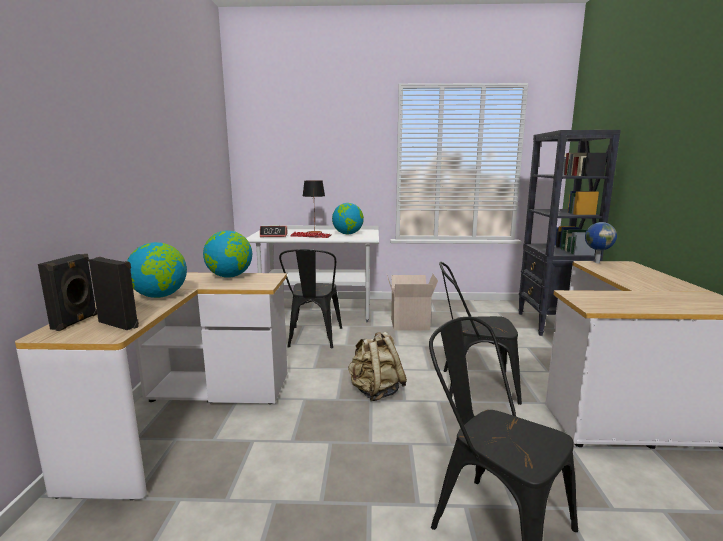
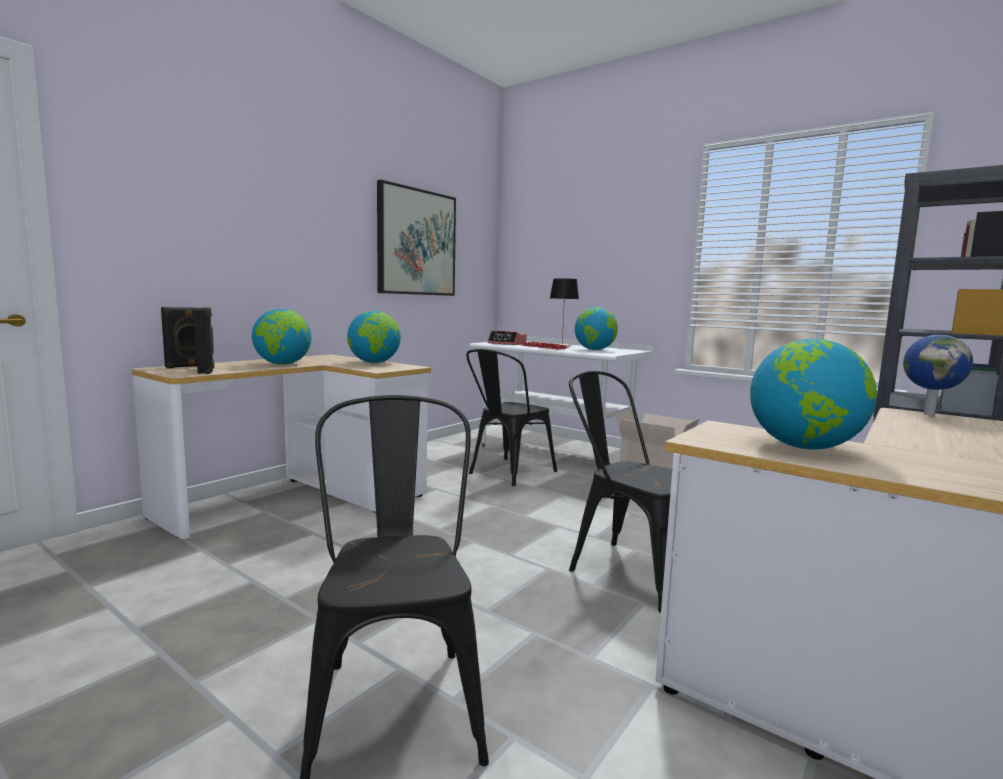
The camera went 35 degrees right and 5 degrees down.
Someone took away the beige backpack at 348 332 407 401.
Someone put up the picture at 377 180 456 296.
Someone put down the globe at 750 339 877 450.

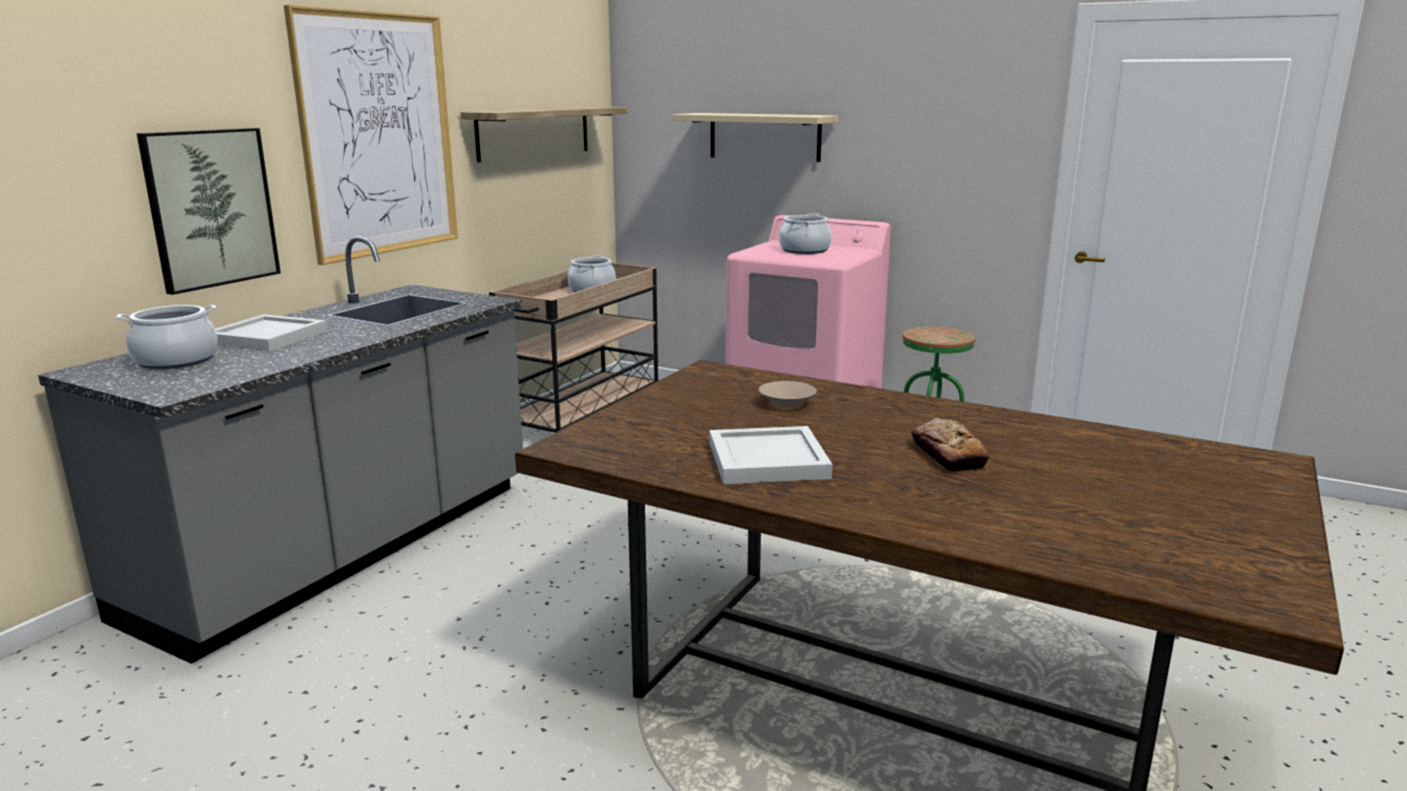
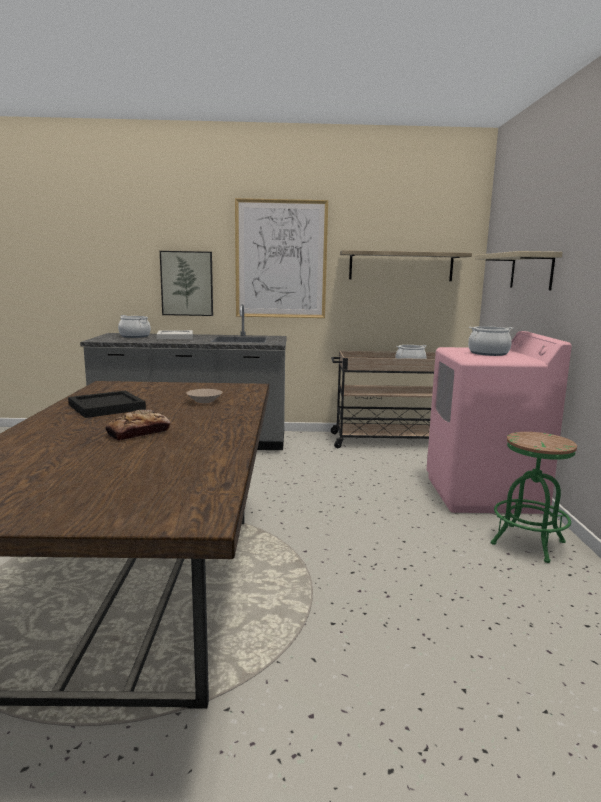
The camera went 60 degrees right and 5 degrees down.
Someone repainted the white tray at 710 426 832 484, which became the black tray at 68 391 146 418.

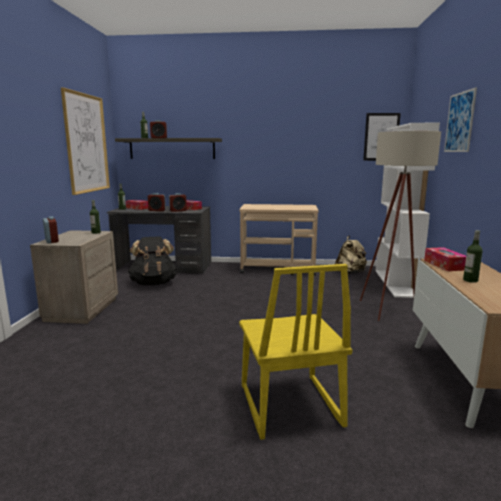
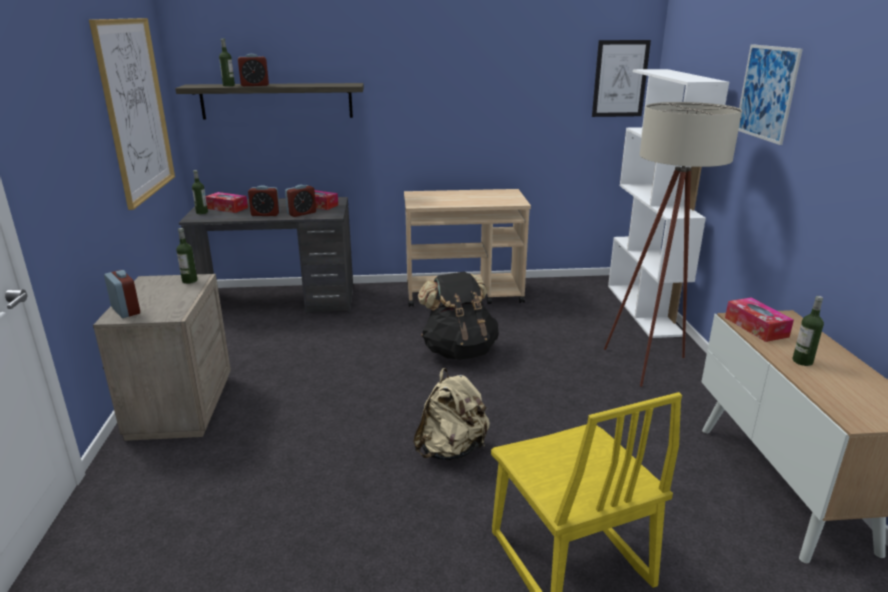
The camera went 10 degrees left and 10 degrees up.
Someone carried the black backpack from 128 237 177 285 to 418 272 499 360.
Someone carried the beige backpack from 335 235 367 274 to 413 368 490 460.

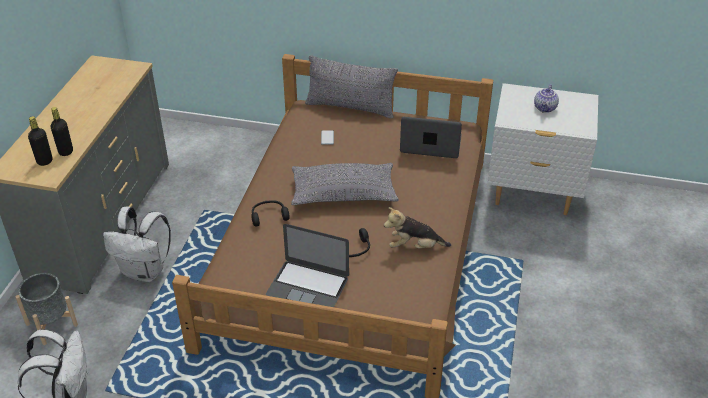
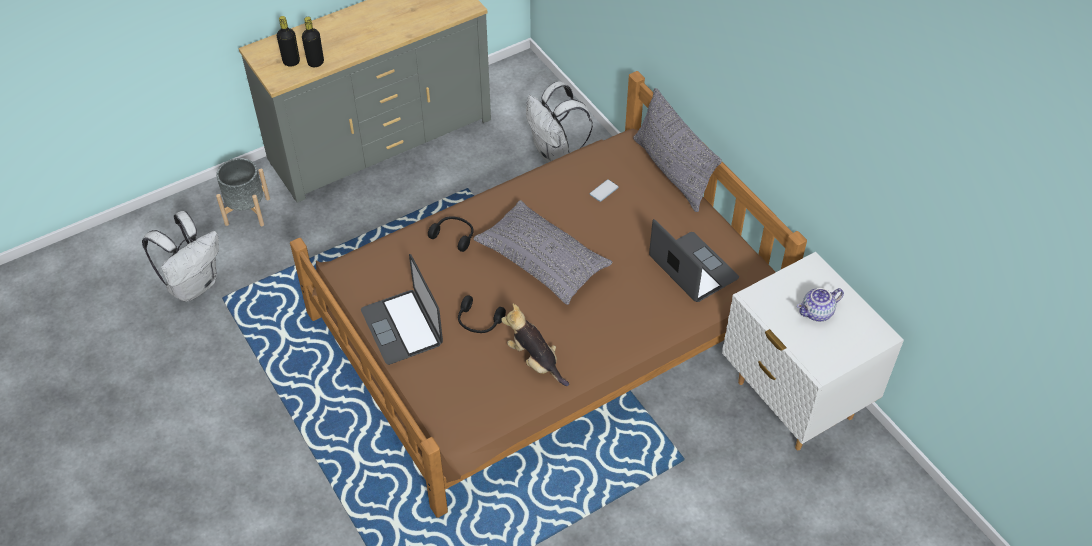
The camera went 45 degrees right and 10 degrees up.
Someone carried the white backpack from 103 207 171 282 to 526 81 593 163.

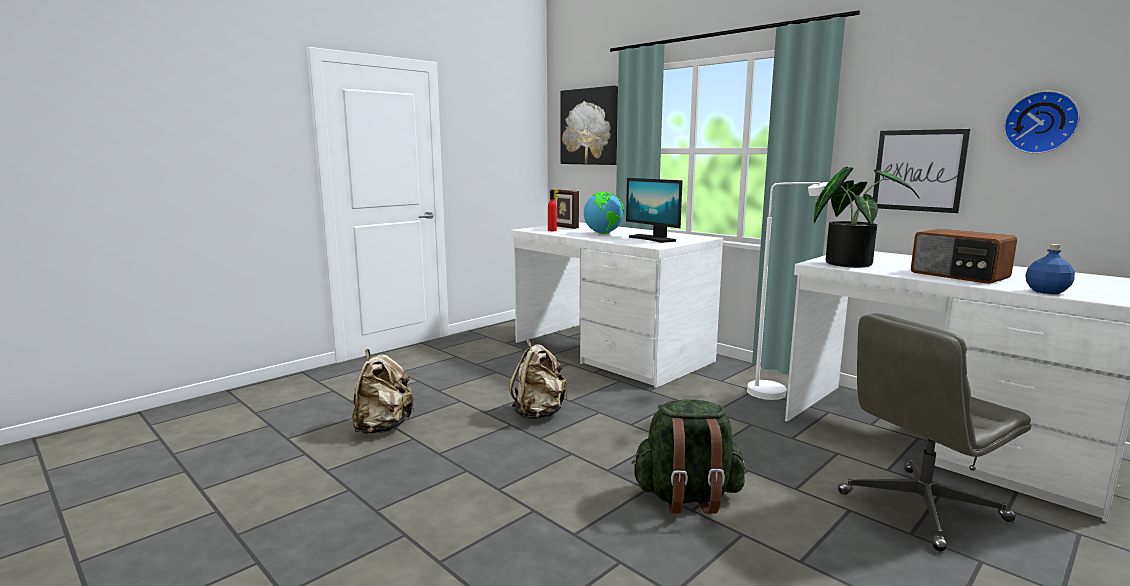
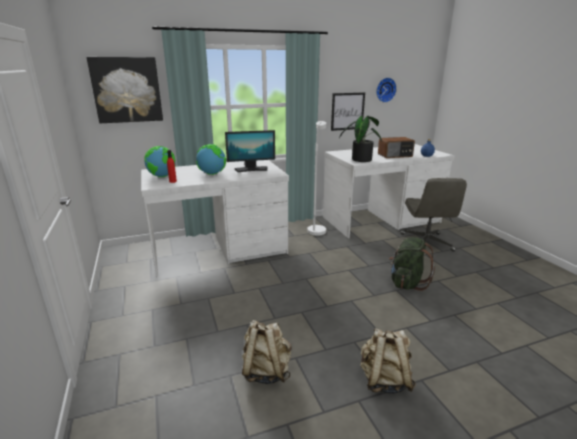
The camera went 65 degrees left and 10 degrees up.
Someone carried the beige backpack from 509 339 568 419 to 361 328 416 394.
Someone swapped the picture frame at 553 189 579 229 for the globe at 144 146 176 177.

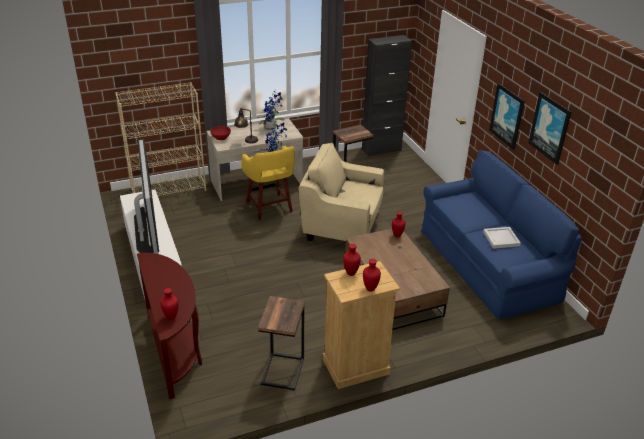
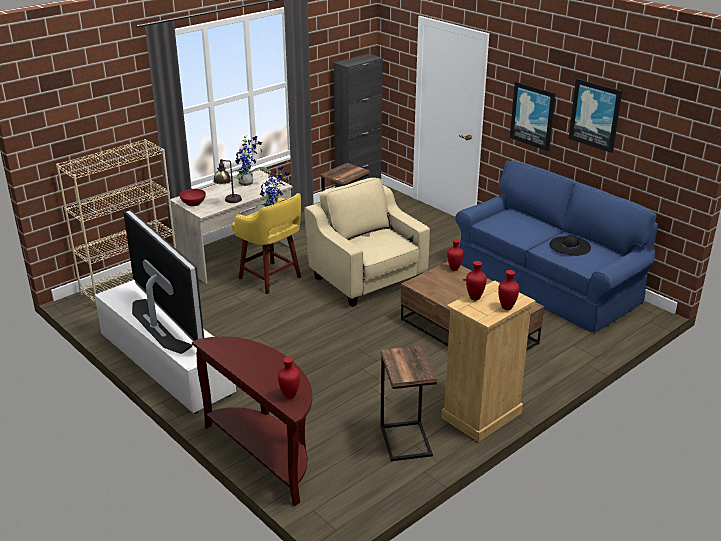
The camera went 20 degrees left and 5 degrees down.
Someone rotated the beige armchair at 299 143 384 241 by 60 degrees clockwise.
Someone swapped the white tray at 483 227 521 249 for the black hat at 550 235 591 256.

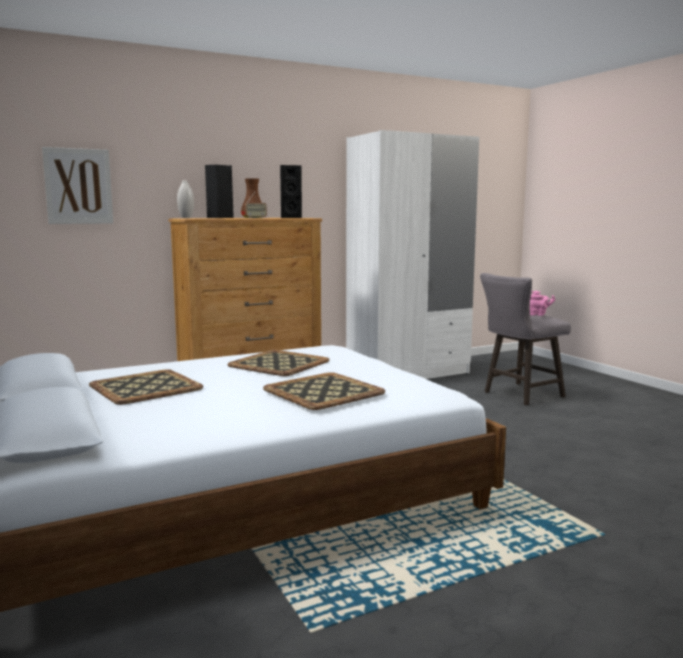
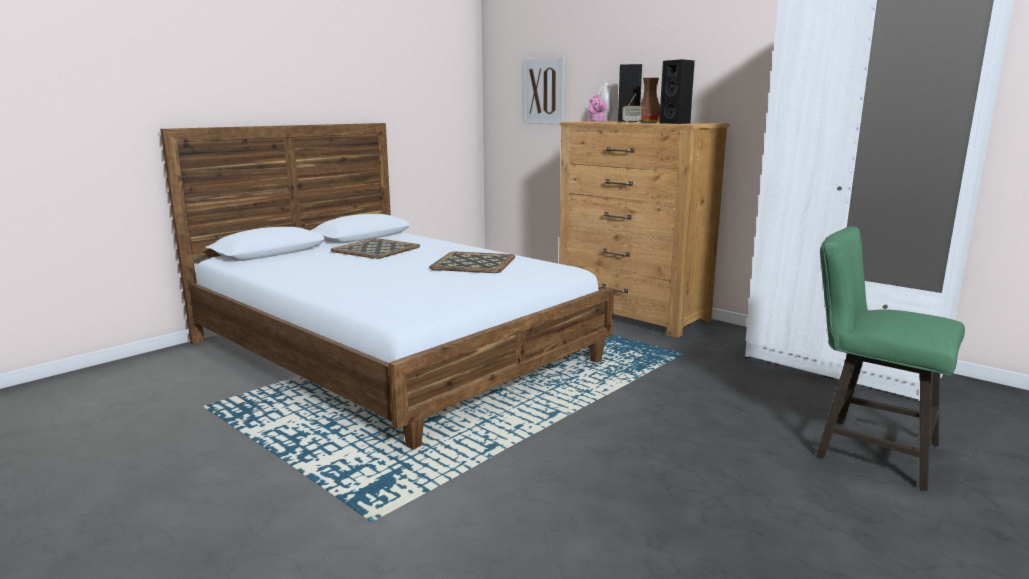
The camera went 70 degrees right and 5 degrees up.
Someone took away the tray at 263 372 385 410.
Someone repainted the grey stool at 480 273 571 405, which became the green stool at 817 226 965 491.
Someone carried the pink teapot from 530 291 555 316 to 589 94 607 122.

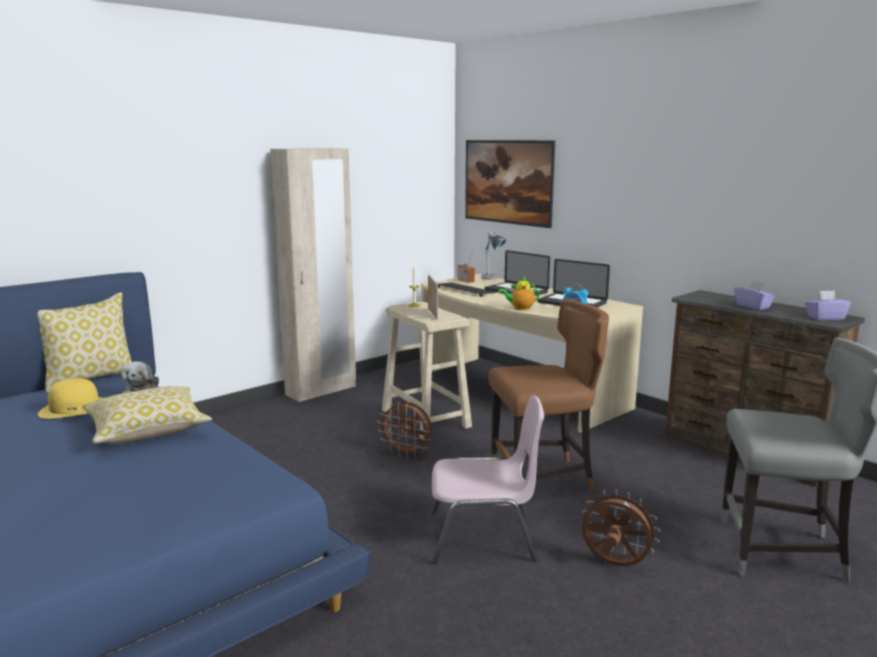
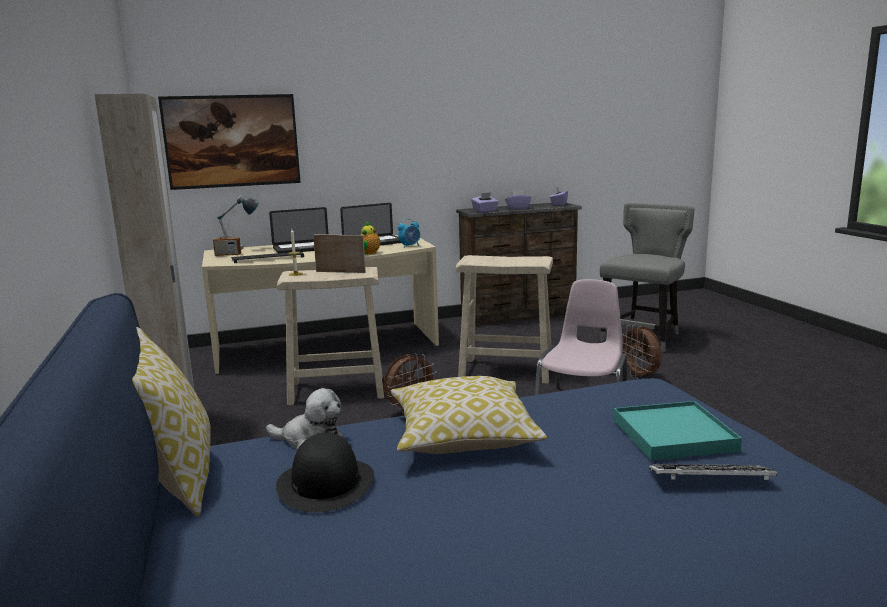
The camera went 65 degrees left and 0 degrees up.
Someone repainted the yellow hat at 38 378 102 419, which became the black hat at 276 432 374 513.
Someone swapped the brown chair at 488 299 609 491 for the beige stool at 456 255 553 384.
Someone rotated the brown fan at 581 489 660 566 by 75 degrees counterclockwise.
Someone put down the purple tissue box at 471 192 499 212.
Someone put down the turquoise tray at 614 401 742 461.
Someone put down the keyboard at 649 464 778 480.

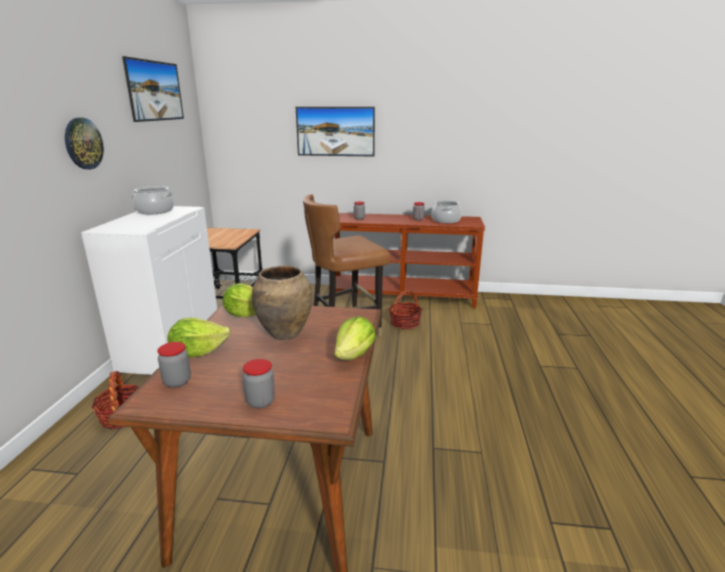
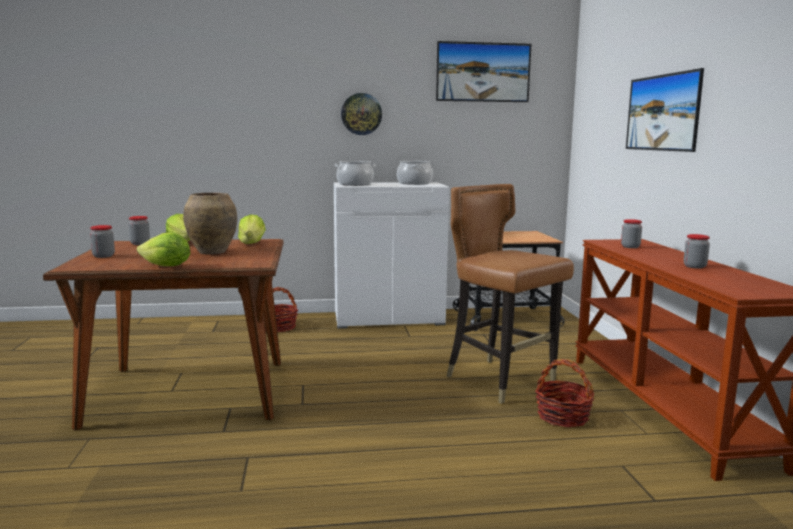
The camera went 75 degrees right and 10 degrees down.
Someone carried the cooking pot from 431 200 462 223 to 334 161 376 186.

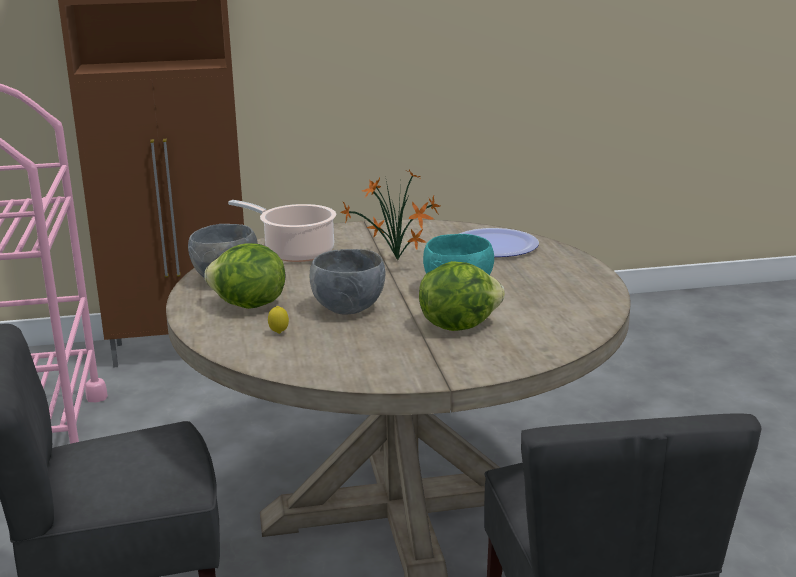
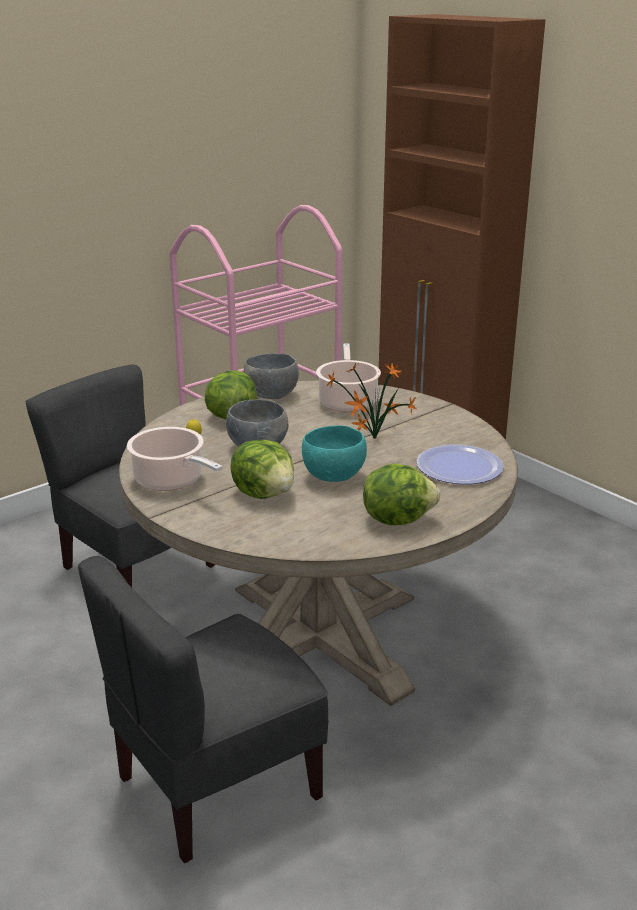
The camera went 60 degrees right and 5 degrees up.
Someone put down the cooking pot at 127 427 222 491.
Someone put down the lettuce at 363 463 440 525.

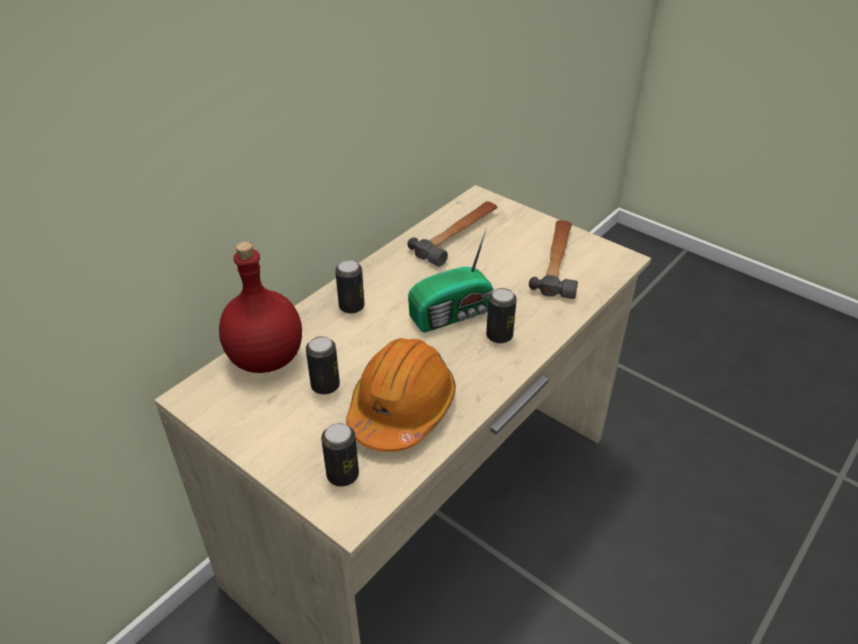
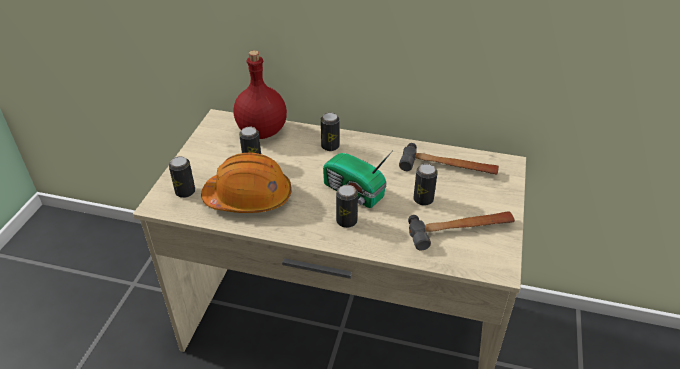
The camera went 65 degrees right and 0 degrees up.
Someone put down the can at 413 164 438 206.

